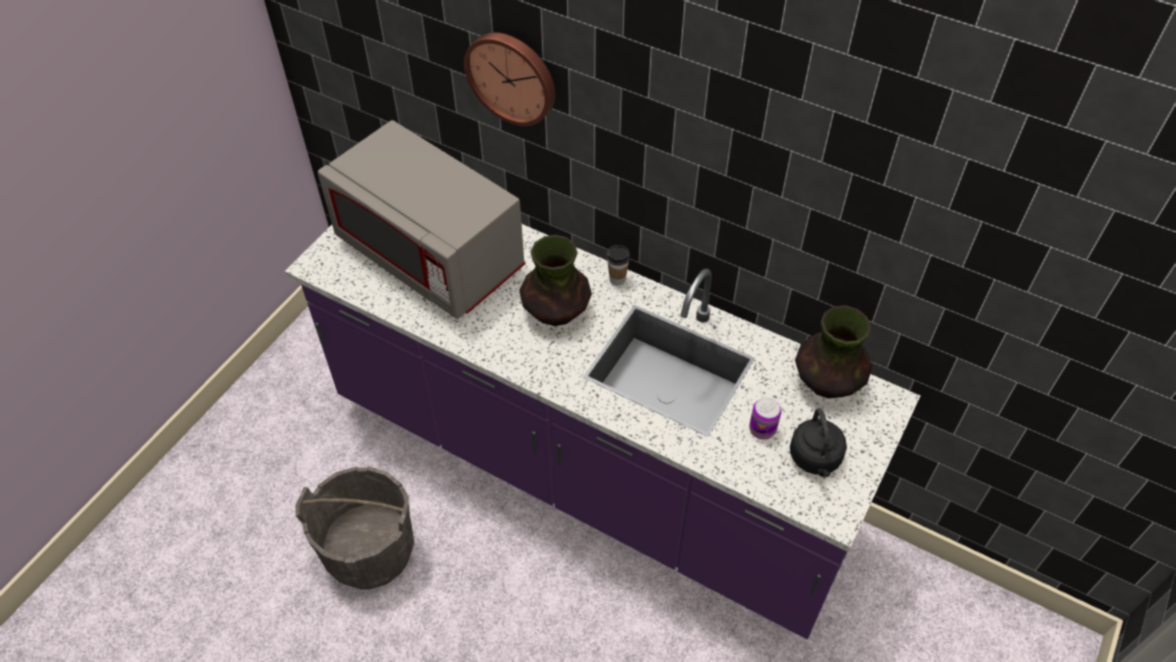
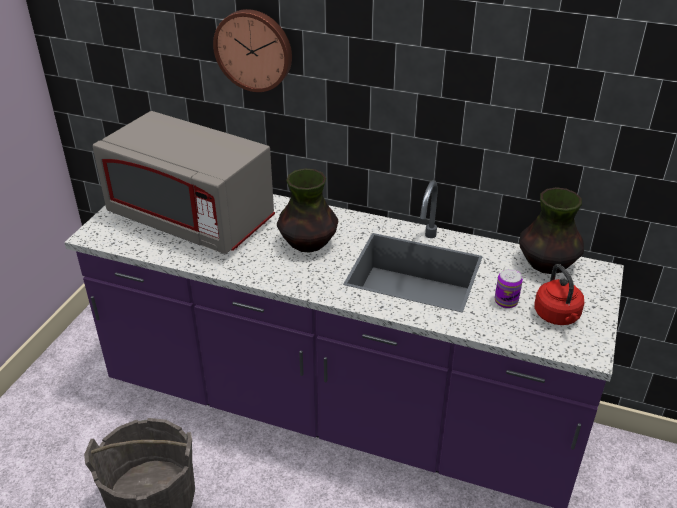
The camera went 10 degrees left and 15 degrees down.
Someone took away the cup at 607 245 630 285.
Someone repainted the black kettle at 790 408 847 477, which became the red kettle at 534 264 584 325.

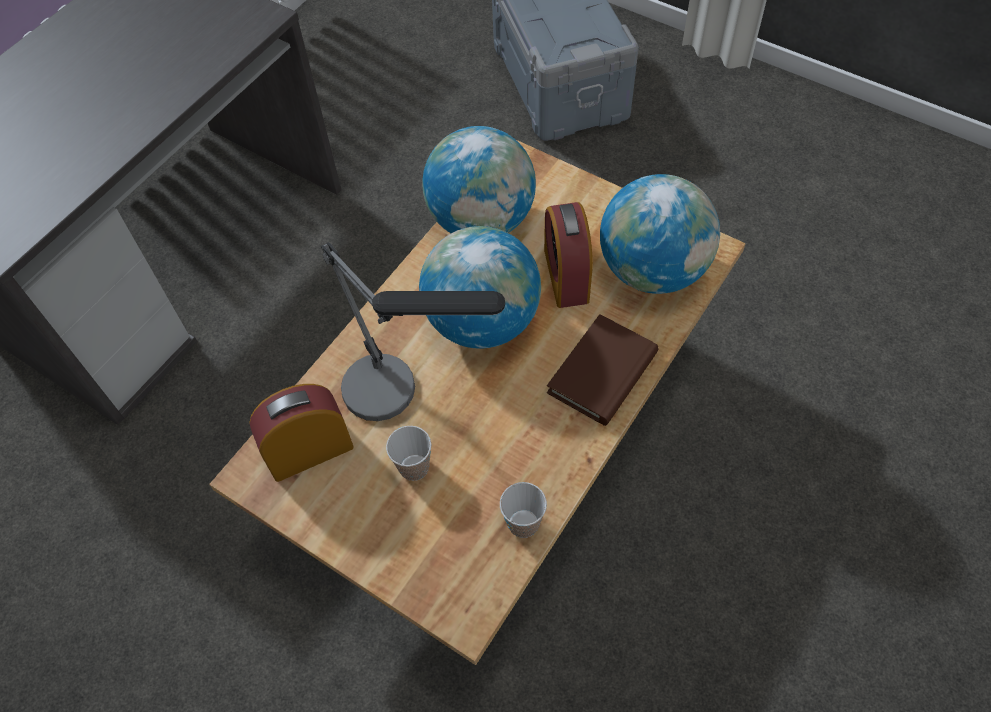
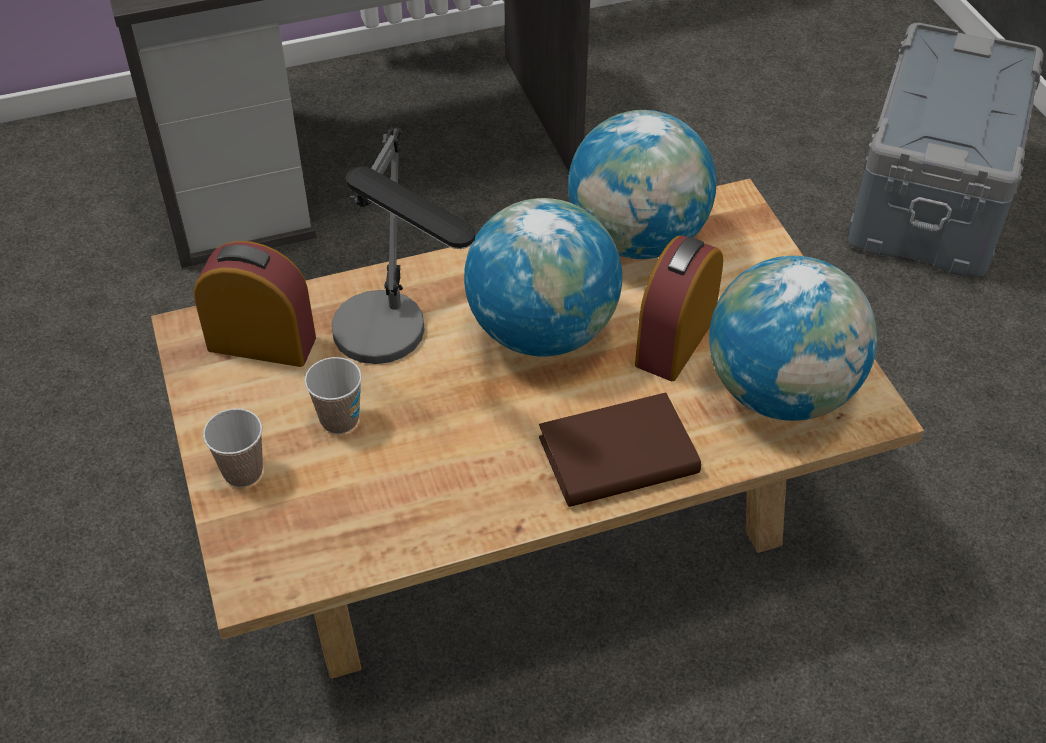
The camera went 35 degrees right and 10 degrees down.
Someone carried the cup from 500 482 547 538 to 203 408 263 487.

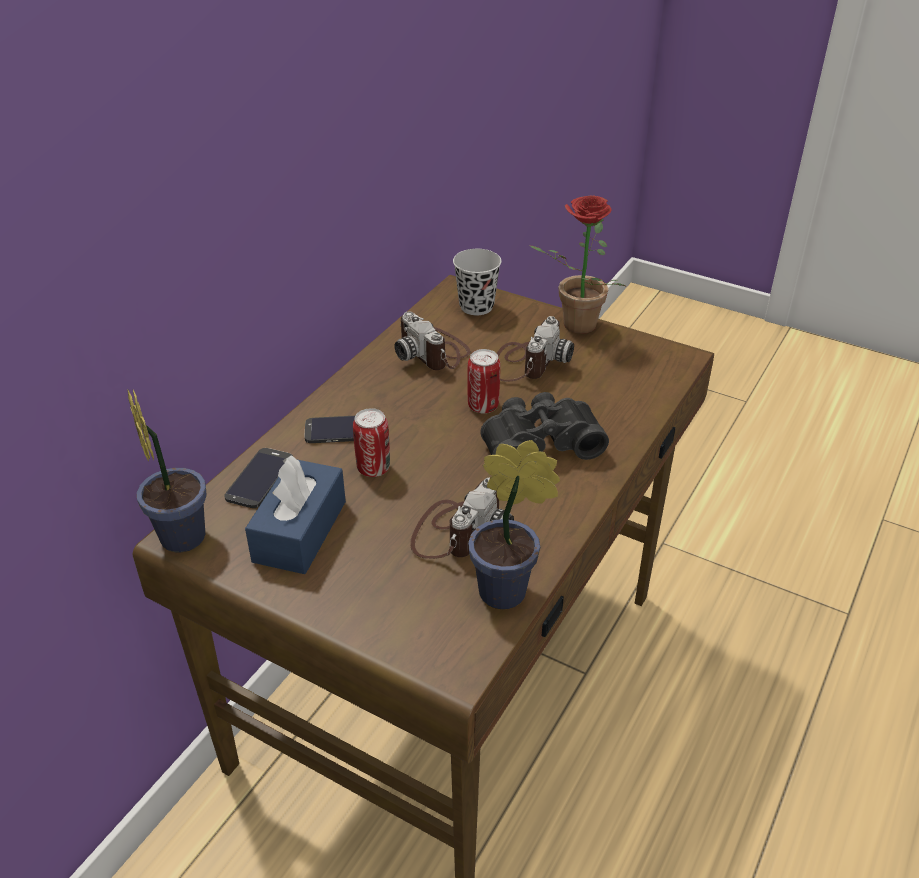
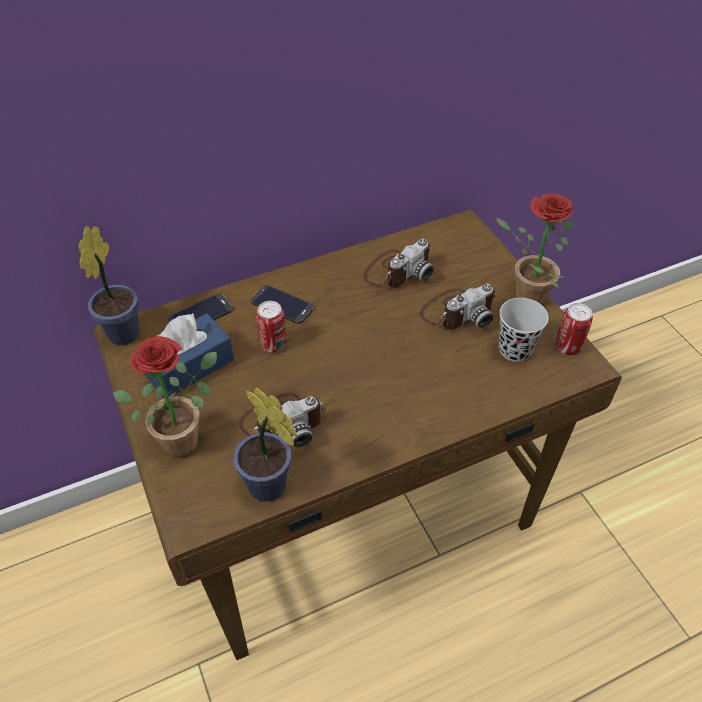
The camera went 35 degrees right and 10 degrees up.
Someone rotated the photo camera at 394 311 470 370 by 135 degrees counterclockwise.
Someone carried the black cup from 453 249 502 315 to 498 298 548 362.
Someone carried the can from 467 349 500 413 to 556 303 593 355.
Someone took away the black binoculars at 480 392 609 460.
Someone put down the potted plant at 113 336 217 458.

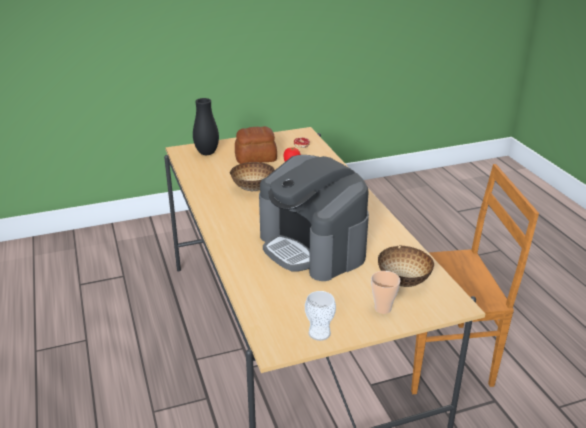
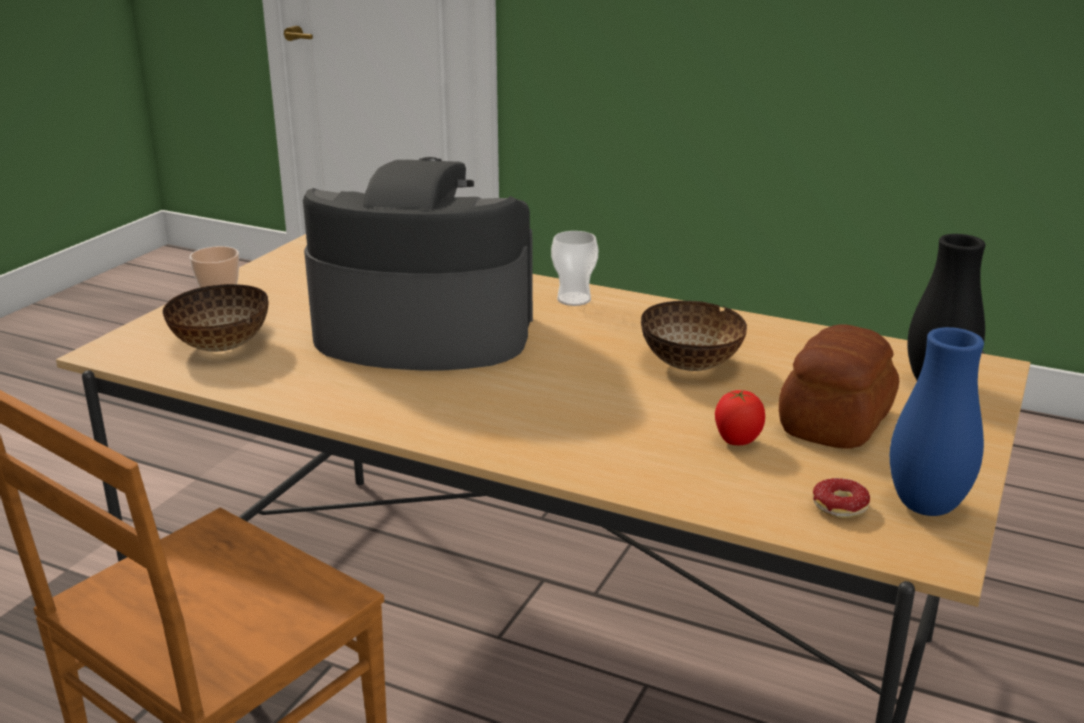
The camera went 135 degrees right and 5 degrees down.
Someone carried the cup from 305 291 336 341 to 551 231 598 306.
Someone put down the blue vase at 890 327 984 516.

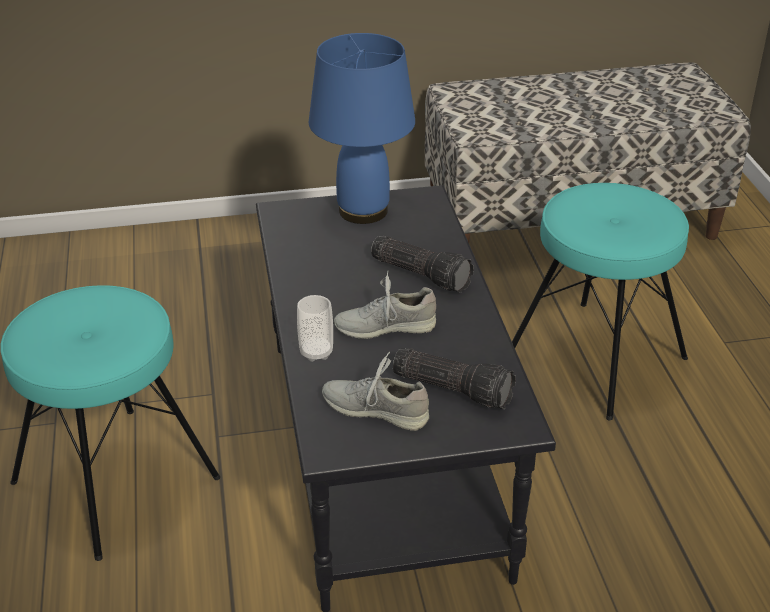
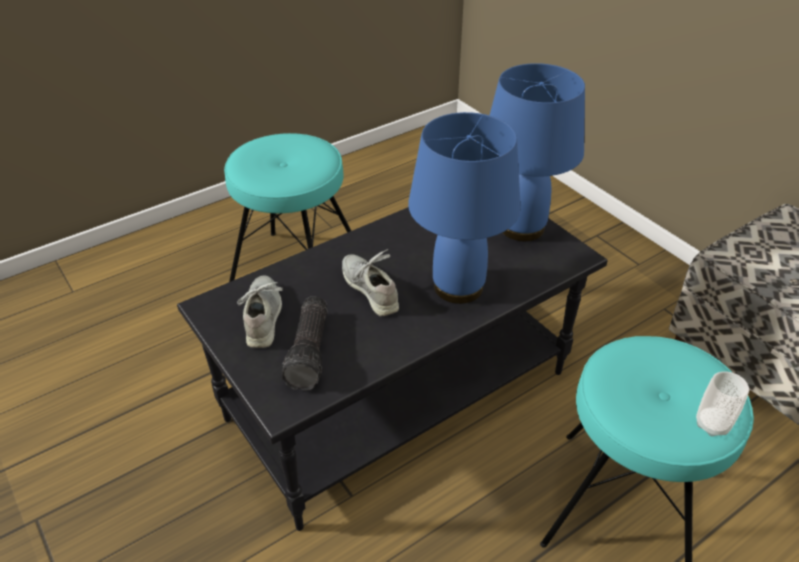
The camera went 65 degrees right and 5 degrees up.
Someone carried the cup from 297 295 333 362 to 696 371 749 436.
Someone swapped the flashlight at 371 236 474 293 for the blue table lamp at 408 112 521 304.

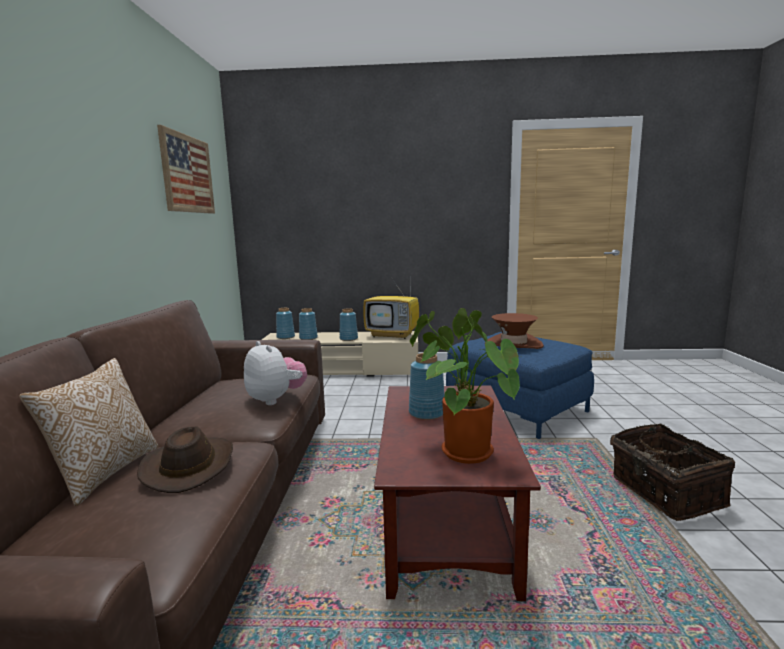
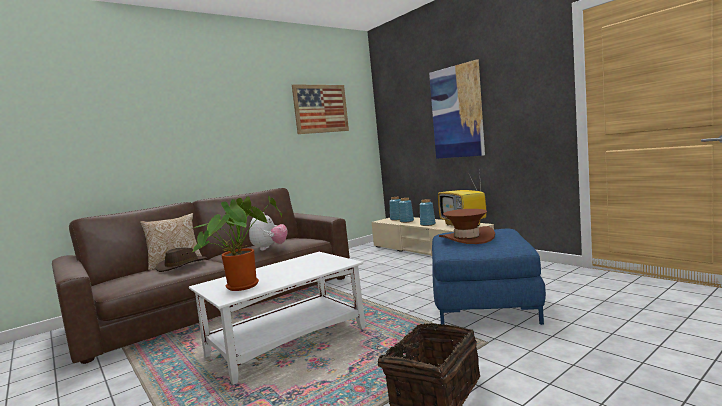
The camera went 50 degrees right and 5 degrees down.
Someone repainted the brown coffee table at 374 386 541 601, which became the white coffee table at 189 252 366 385.
Someone took away the blue vase at 409 353 445 420.
Someone put up the picture at 429 59 485 159.

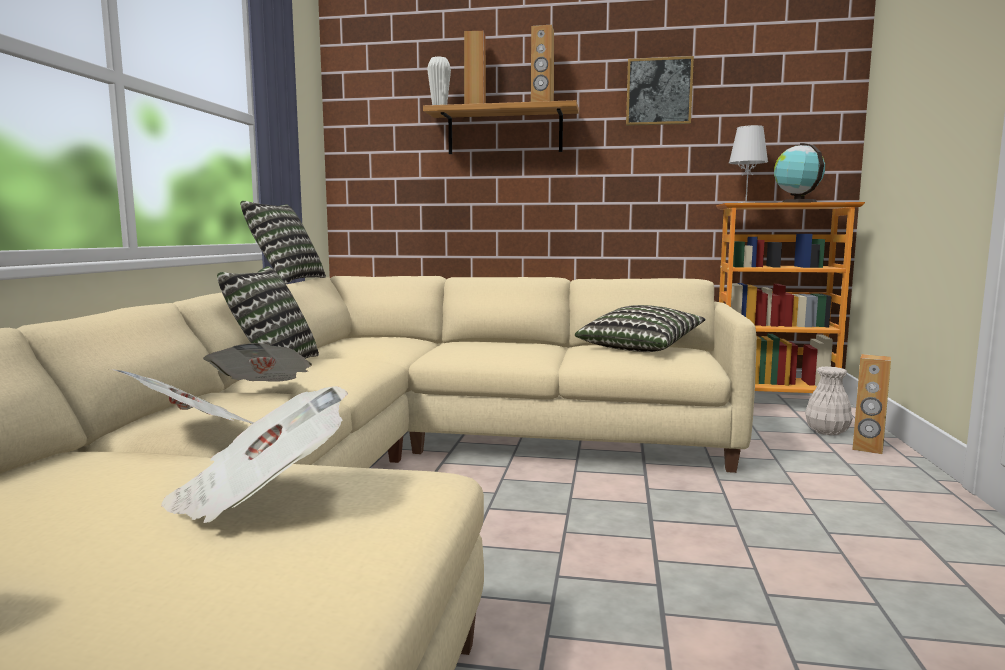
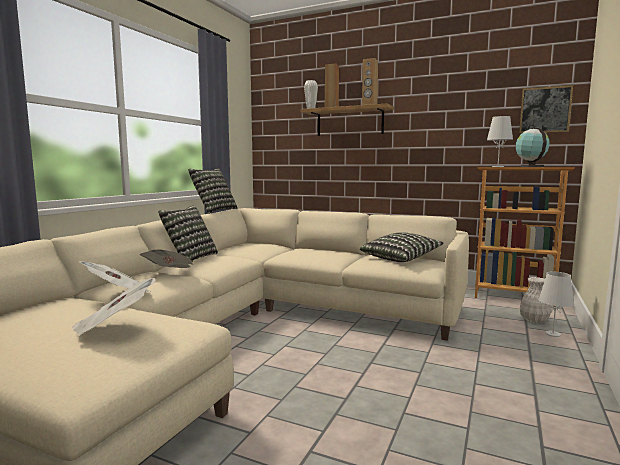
The camera went 15 degrees right and 0 degrees up.
Someone carried the picture from 626 56 694 126 to 519 85 573 133.
Someone swapped the brown speaker at 852 354 891 454 for the white table lamp at 538 272 574 337.

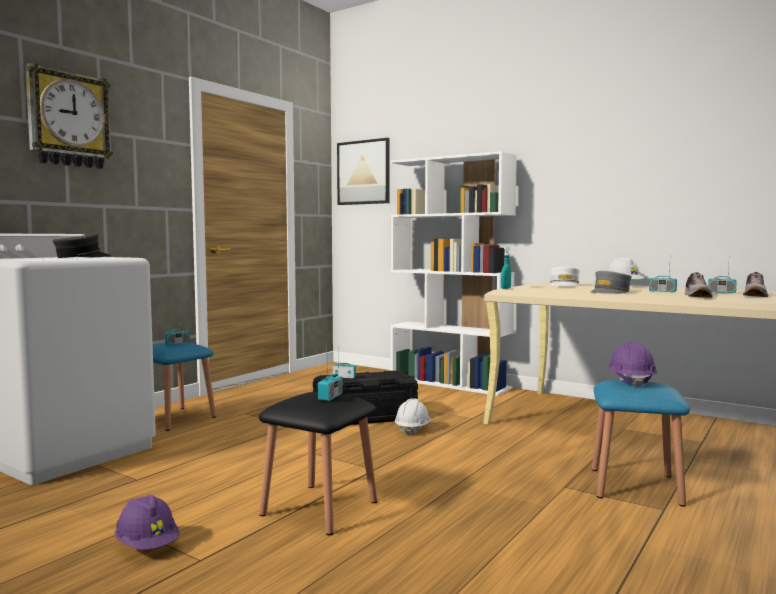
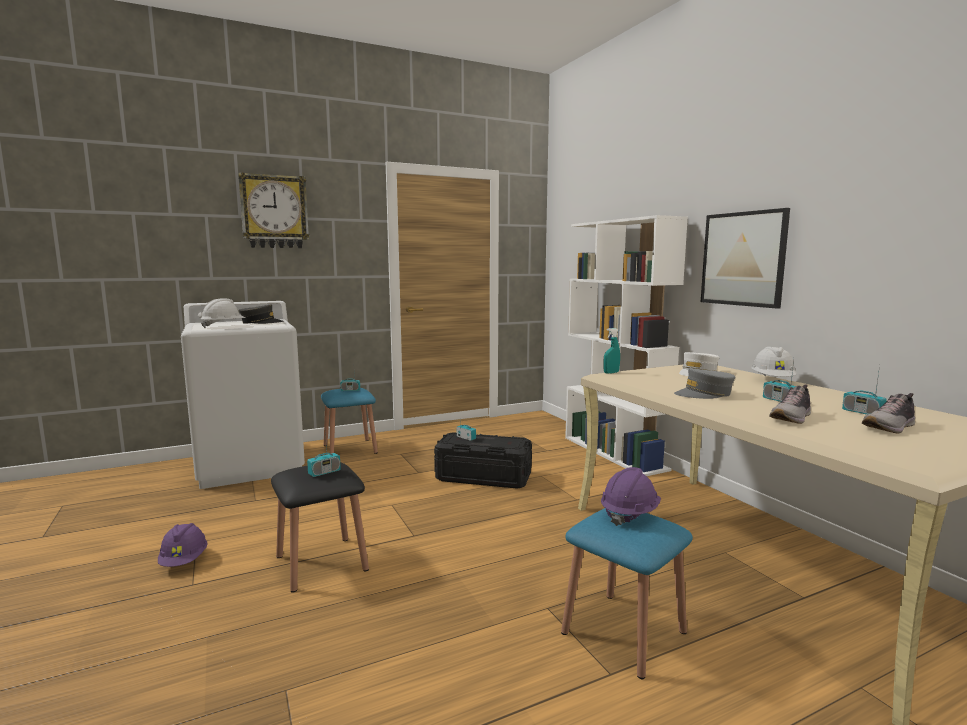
The camera went 30 degrees right and 5 degrees up.
Someone carried the picture from 337 138 390 205 to 701 208 790 309.
Someone carried the white hard hat from 395 398 430 436 to 201 298 246 328.

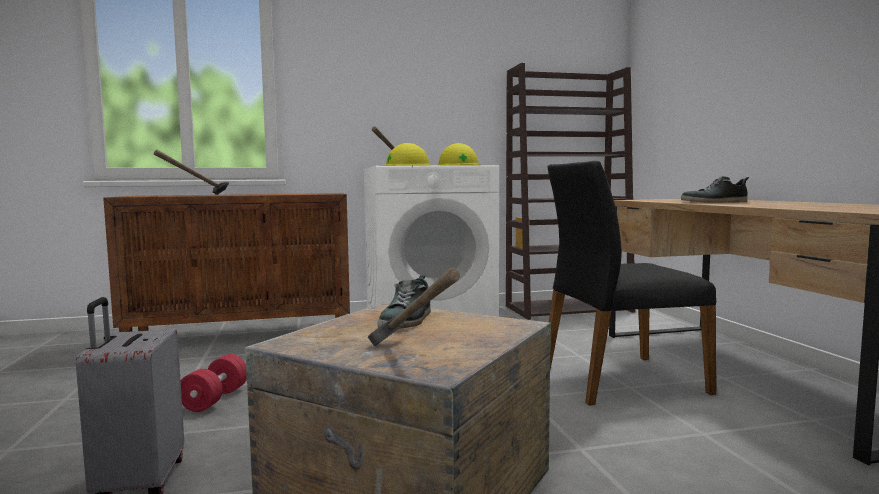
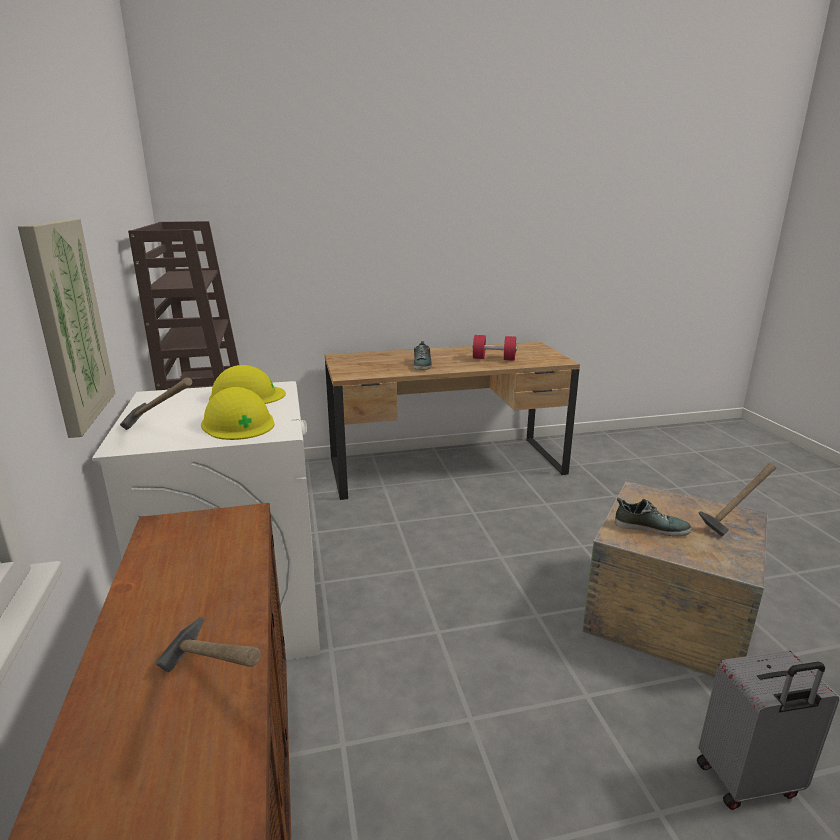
The camera went 90 degrees left and 15 degrees up.
Someone carried the red dumbbell from 181 354 247 412 to 472 335 517 361.
Someone took away the black chair at 547 161 716 406.
Someone put up the picture at 18 219 115 438.

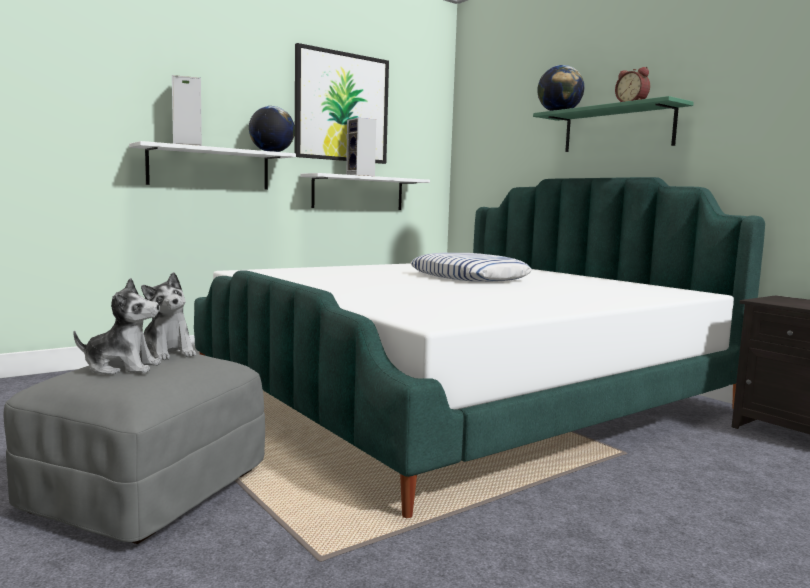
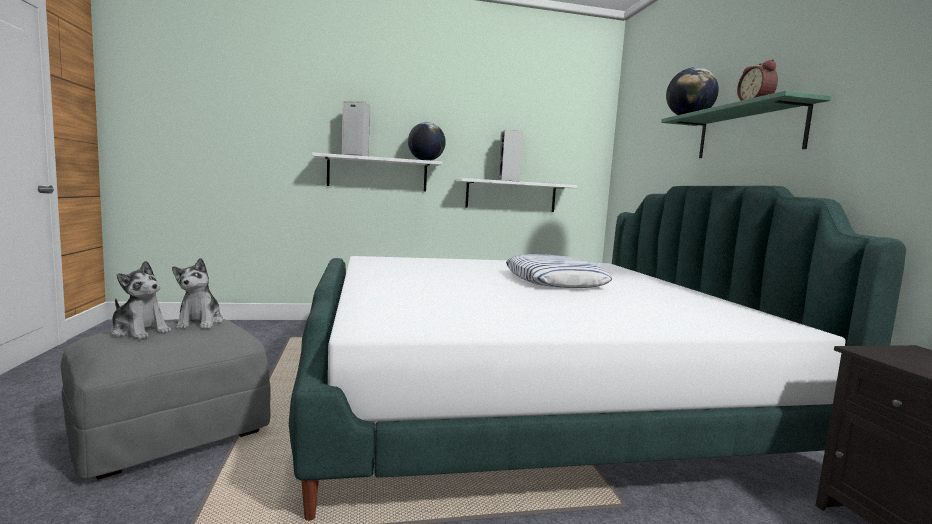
The camera went 25 degrees right and 0 degrees up.
Someone took away the picture at 294 43 389 164.

